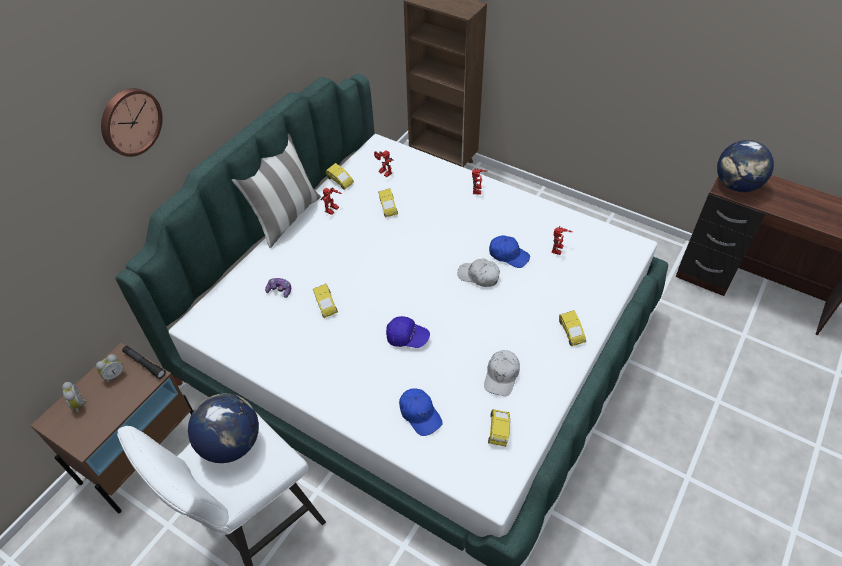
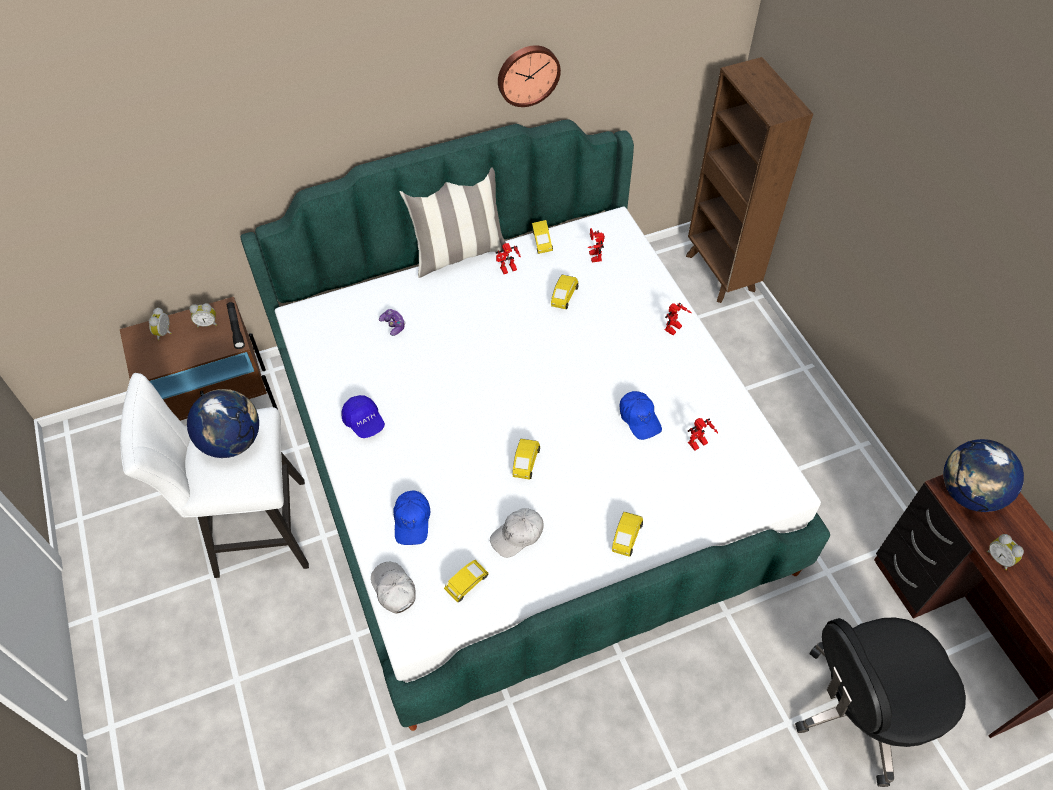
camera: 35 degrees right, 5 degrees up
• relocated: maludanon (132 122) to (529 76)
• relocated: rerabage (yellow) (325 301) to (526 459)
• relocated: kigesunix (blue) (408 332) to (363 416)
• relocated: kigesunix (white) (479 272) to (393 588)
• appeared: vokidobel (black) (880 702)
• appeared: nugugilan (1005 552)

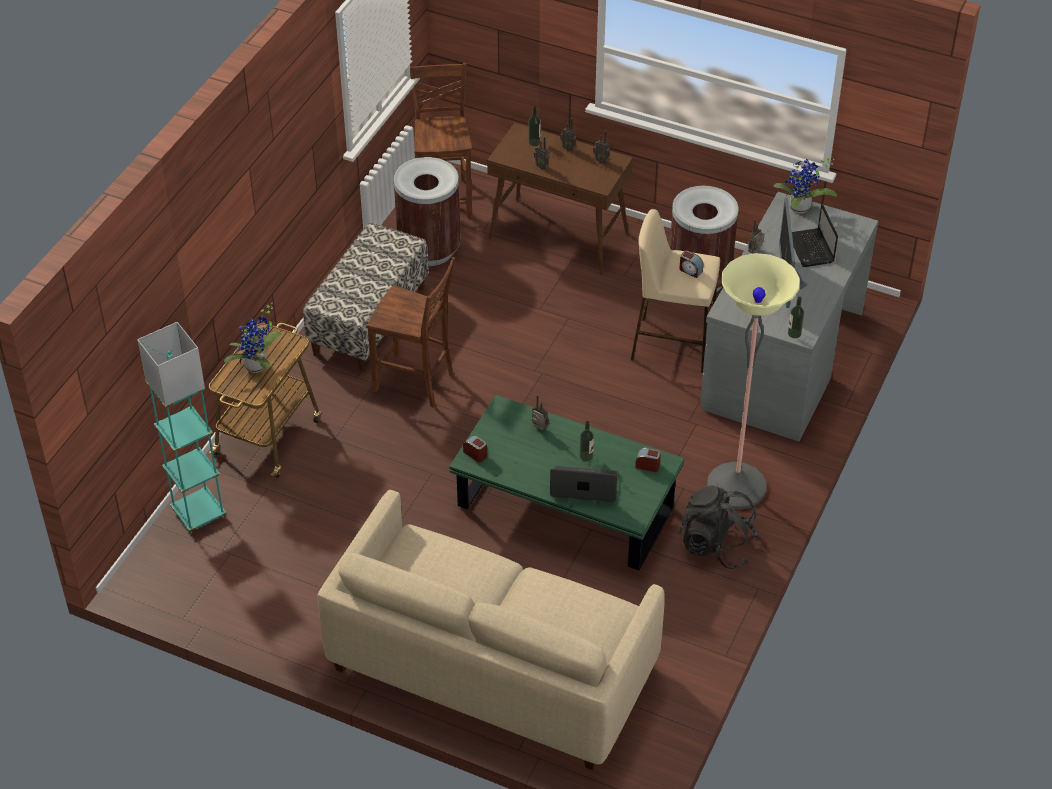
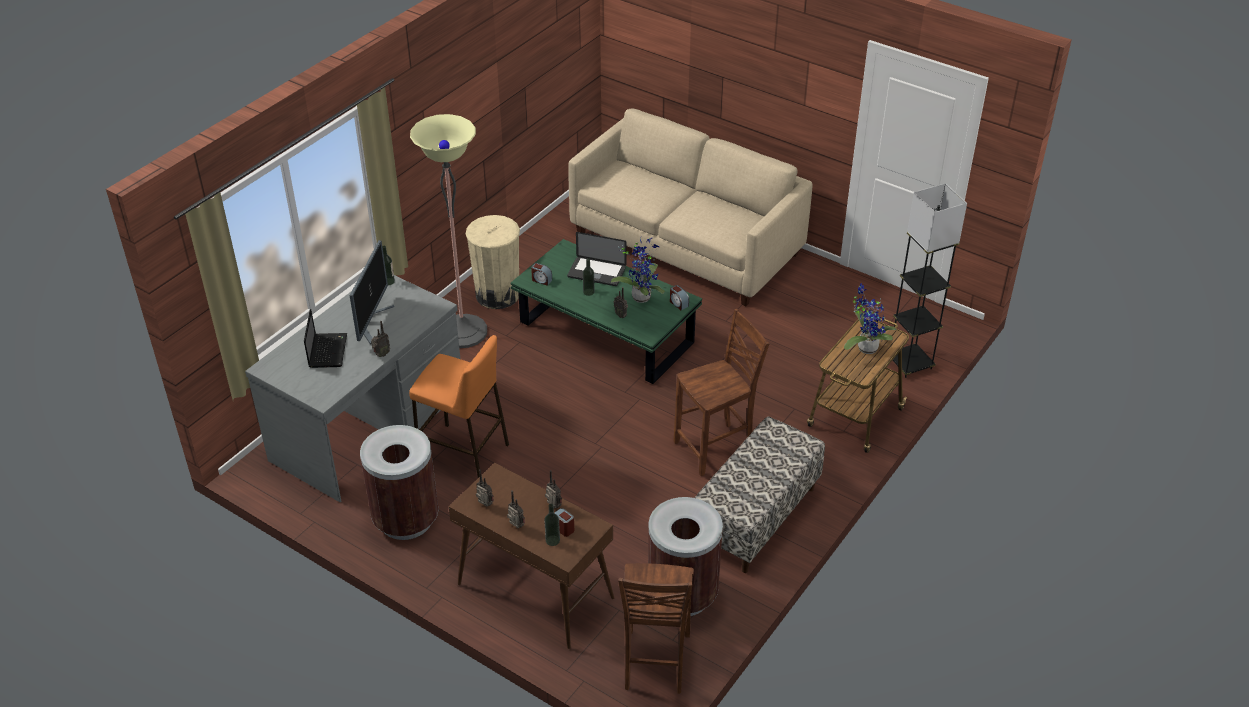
camera: 170 degrees left, 5 degrees down
• colour: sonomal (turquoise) (181 428) to sonomal (black) (930 280)
• spun: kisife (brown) (411 332) = (721 392) 120 degrees clockwise
• colour: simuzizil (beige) (675 291) to simuzizil (orange) (459 406)
• relocated: nugugilan (691 264) to (564 522)
• exchanged: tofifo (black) (719 527) to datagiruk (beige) (493 262)
• relocated: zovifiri (805 185) to (638 270)

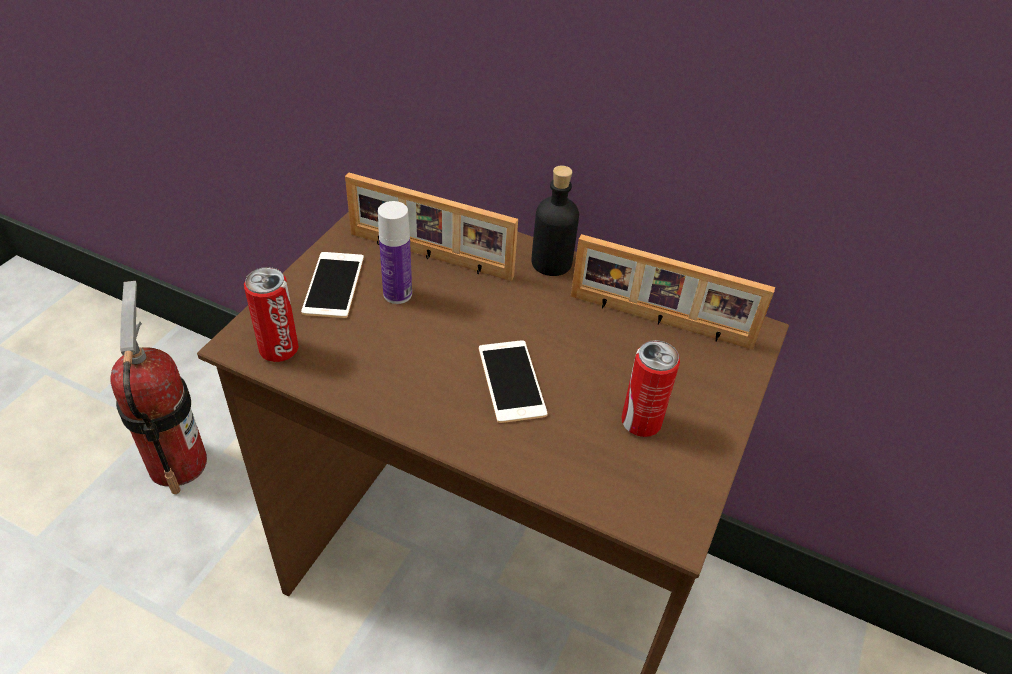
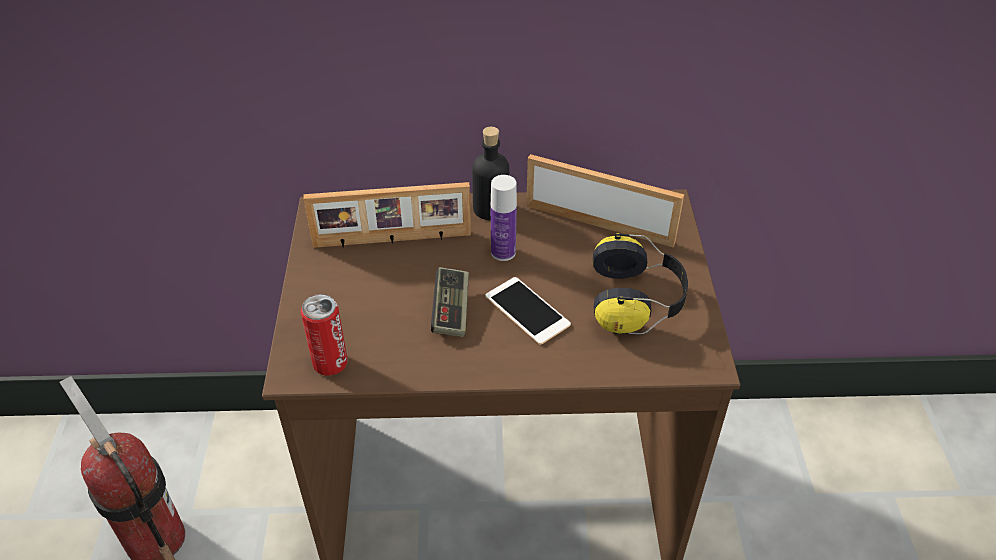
camera: 25 degrees left, 0 degrees up
• missing: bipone (332 285)
• relocated: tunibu (395 252) to (504 218)
• spun: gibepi (673 292) = (605 200) 150 degrees counterclockwise
• exchanged: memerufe (650 388) to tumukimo (640 284)
• appeared: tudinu (450 302)

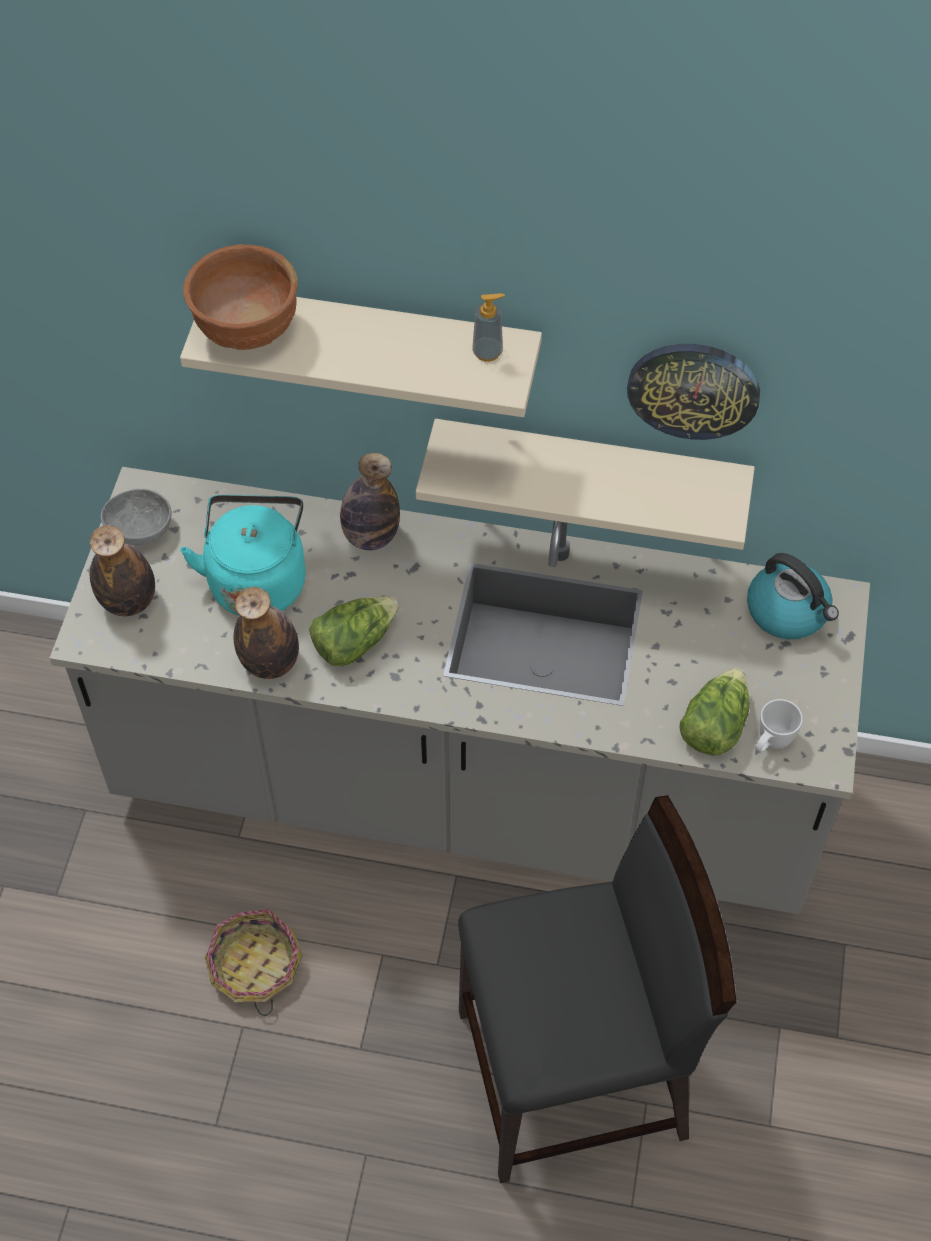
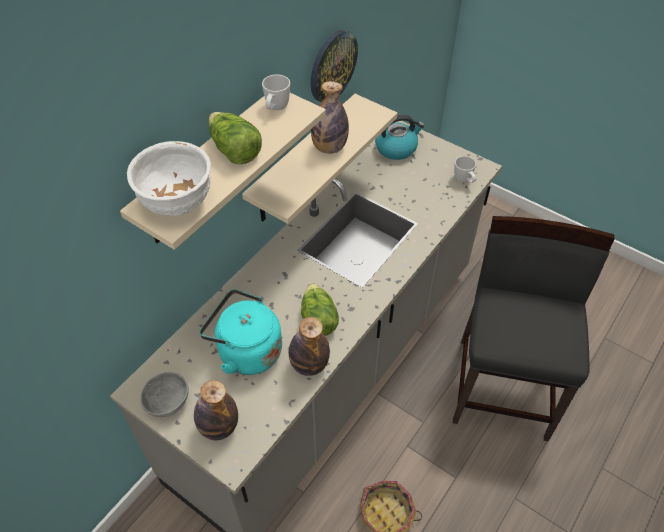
camera: 65 degrees left, 5 degrees down
• colour: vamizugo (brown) (240 297) to vamizugo (white) (169 178)
• relocated: tunibu (370 501) to (330 117)
• exchanged: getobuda (488 328) to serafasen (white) (276 92)
• relocated: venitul (714 712) to (235 138)

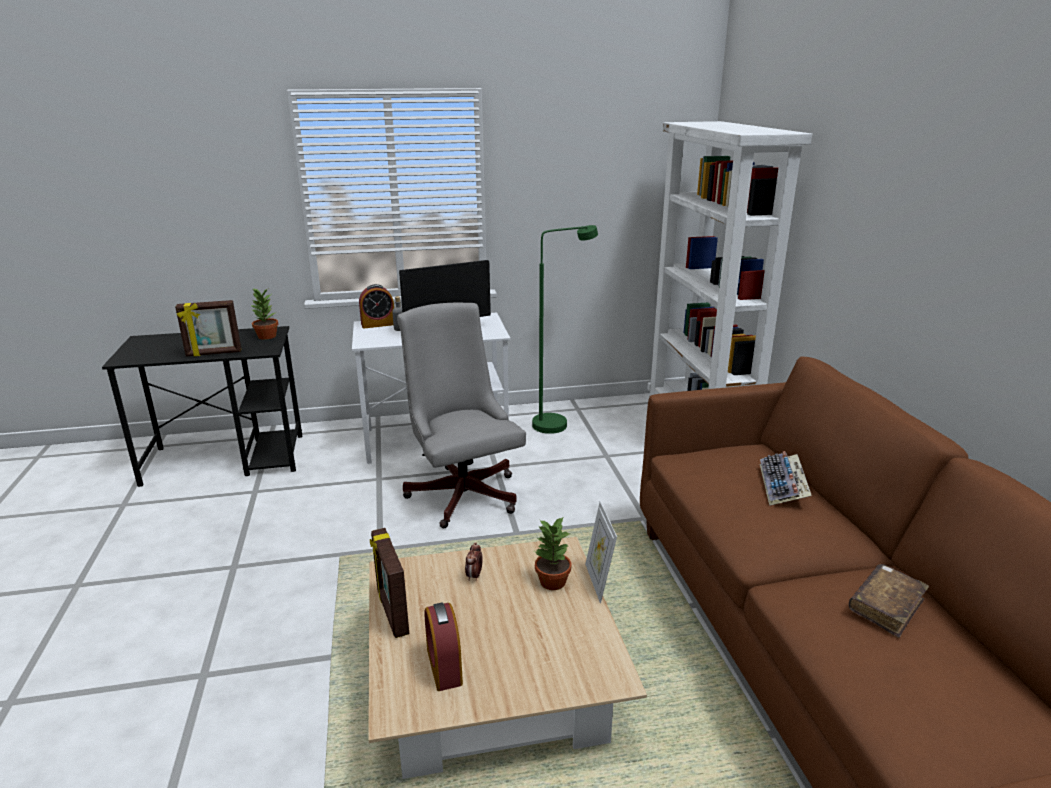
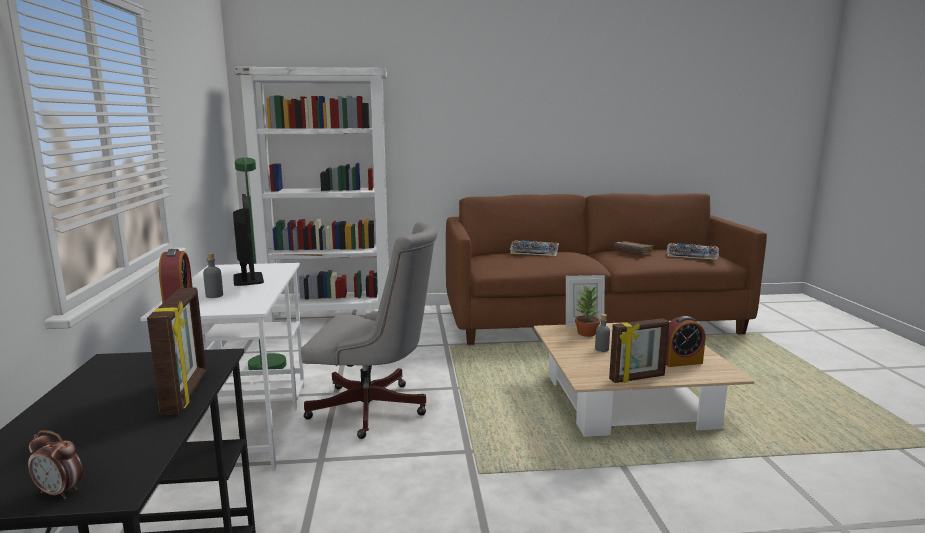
camera: 85 degrees left, 10 degrees down
• missing: zovifiri (264 314)
• spun: vokidobel (grey) (461 415) = (369 330) 150 degrees counterclockwise
• relocated: nugugilan (474 562) to (55 464)
• appeared: tunibu (grey) (602 333)
• appeared: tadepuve (693 251)

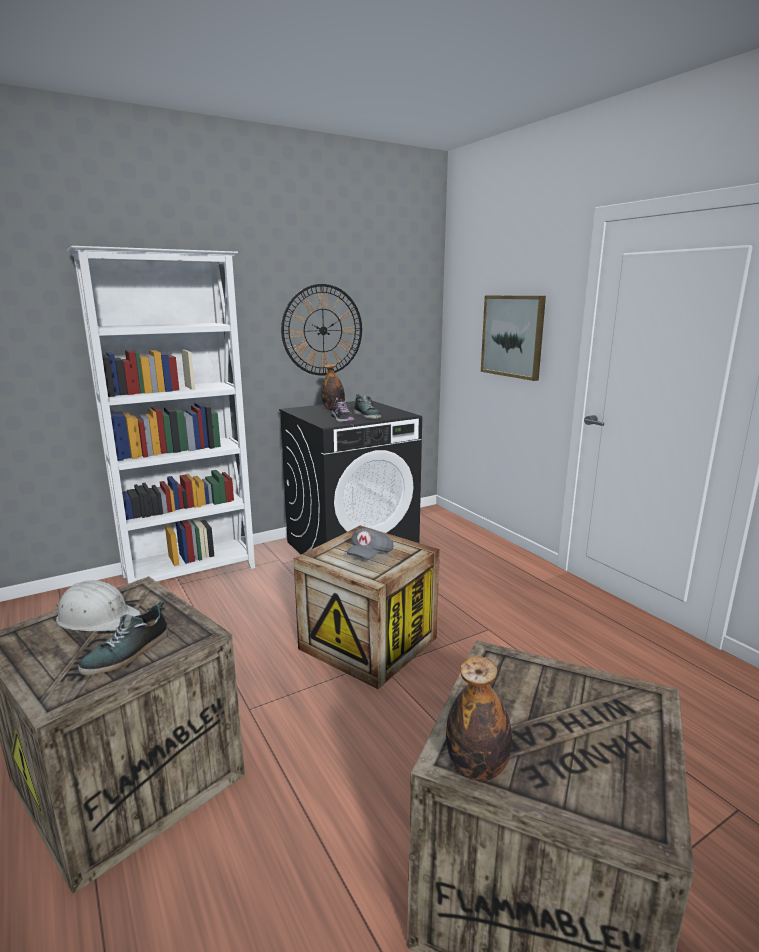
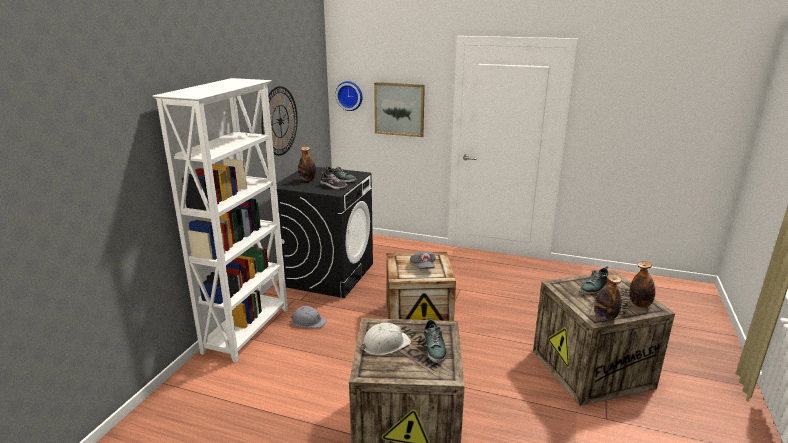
camera: 40 degrees left, 5 degrees up
• appeared: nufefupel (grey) (308 317)
• appeared: maludanon (348 96)
• appeared: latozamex (594 280)
• appeared: tunibu (642 284)

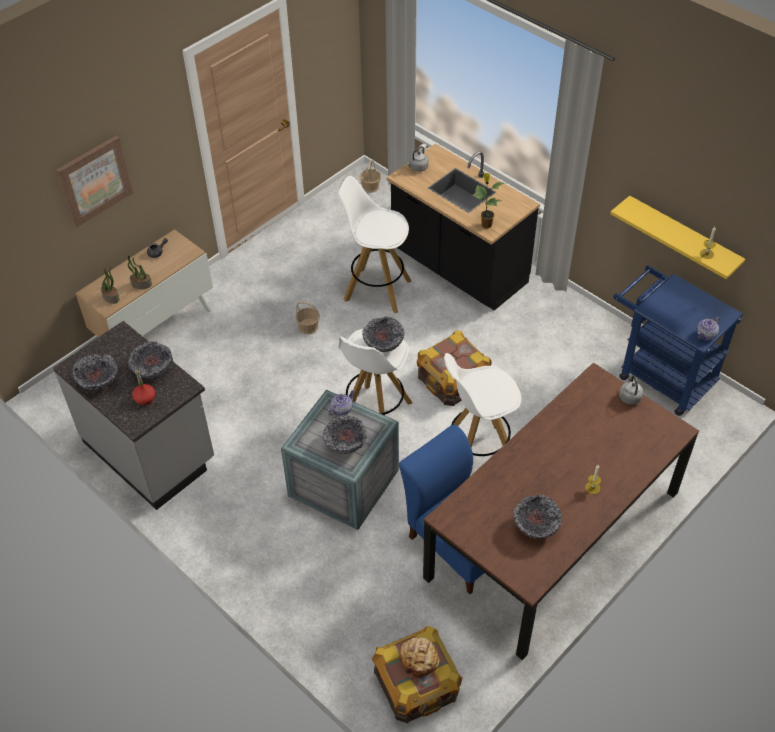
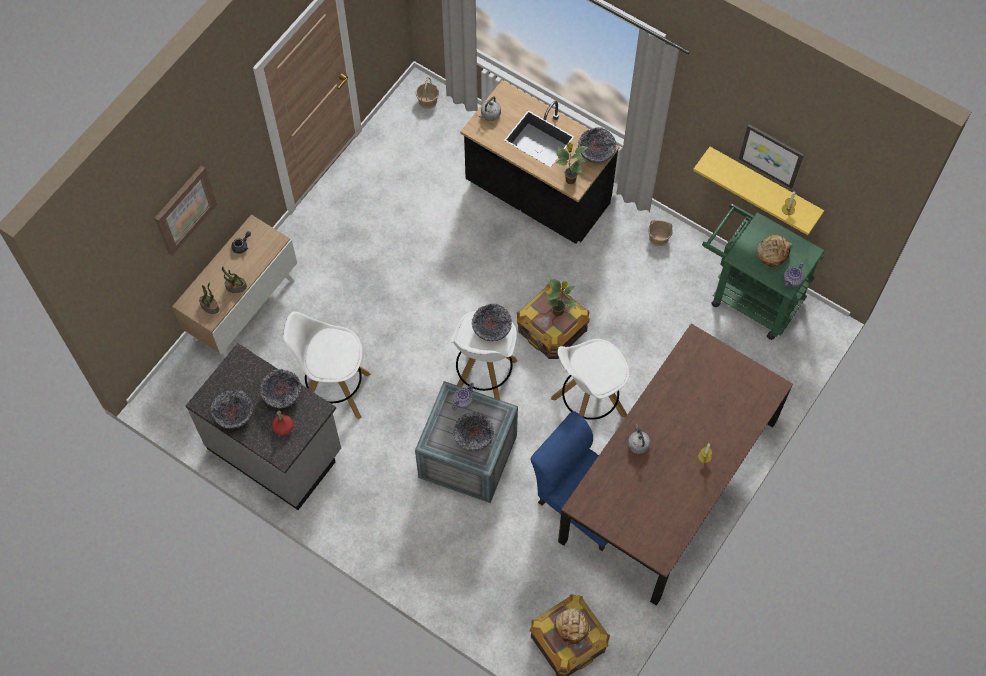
camera: 10 degrees left, 15 degrees up
• relocated: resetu (307 318) to (660 233)
• relocated: simuzizil (white) (375 244) to (327 365)
• relocated: vamizugo (538 517) to (597 145)
• colour: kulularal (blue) (678 340) to kulularal (green) (763 272)
• relocated: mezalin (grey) (631 389) to (639 439)
• appeared: zovifiri (561 297)
• appeared: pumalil (771 156)
• appeared: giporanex (774 250)

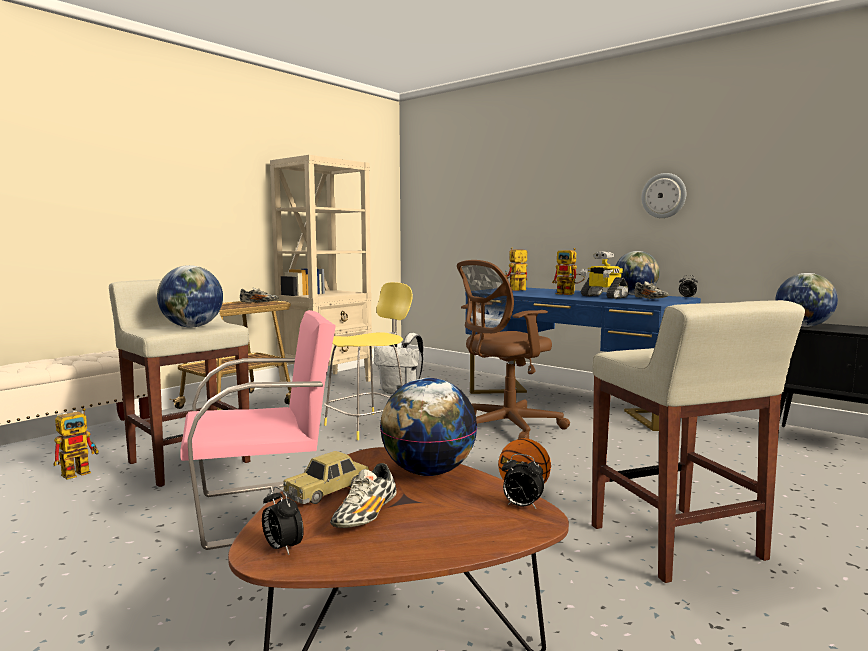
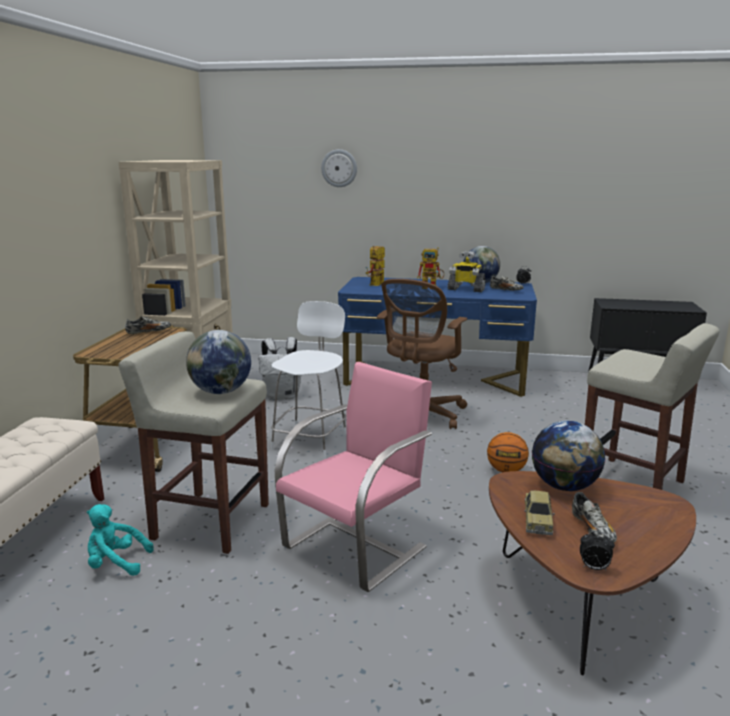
camera: 30 degrees left, 10 degrees up
• exchanged: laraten (76 444) to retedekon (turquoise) (120 540)
• colour: simuzizil (yellow) (368 361) to simuzizil (white) (309 379)
• missing: nugugilan (523 481)
• relocated: maludanon (664 195) to (339 168)
• missing: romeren (806 300)

